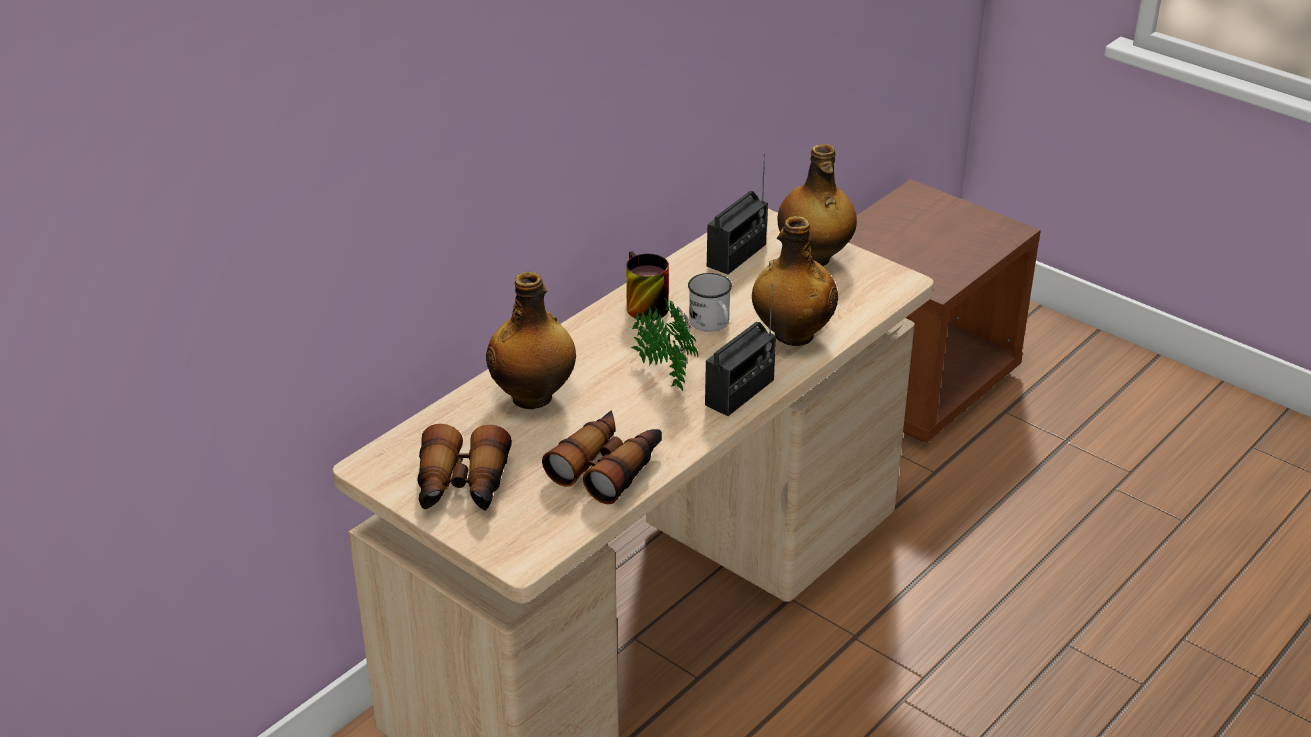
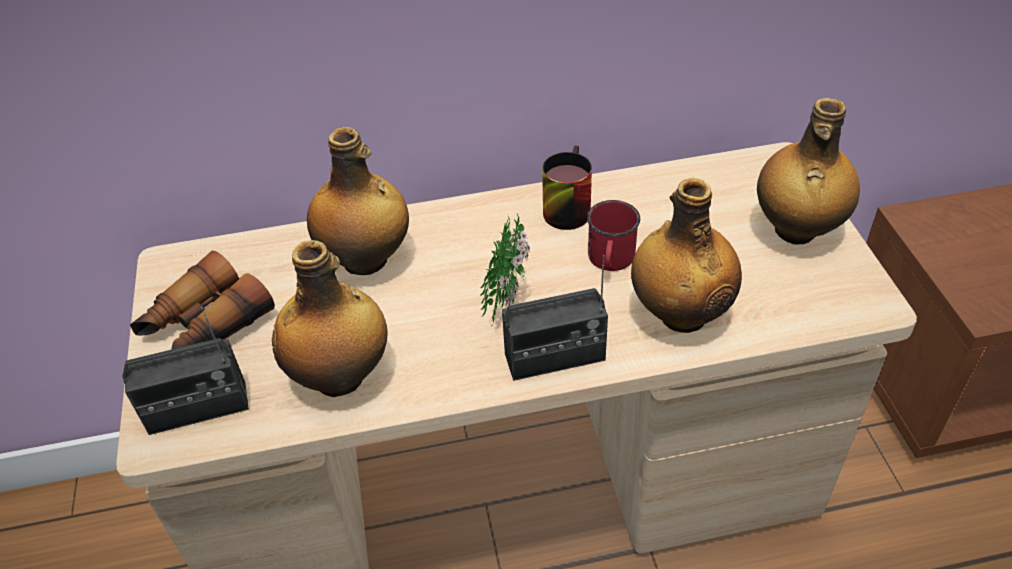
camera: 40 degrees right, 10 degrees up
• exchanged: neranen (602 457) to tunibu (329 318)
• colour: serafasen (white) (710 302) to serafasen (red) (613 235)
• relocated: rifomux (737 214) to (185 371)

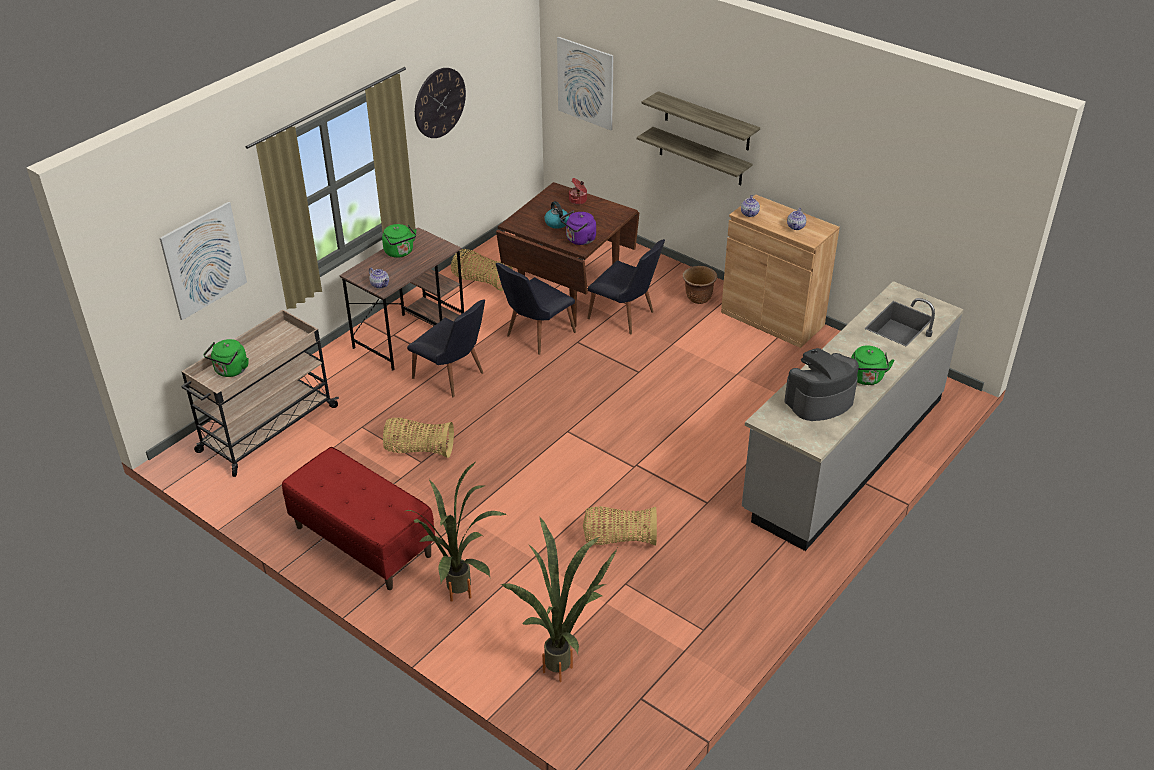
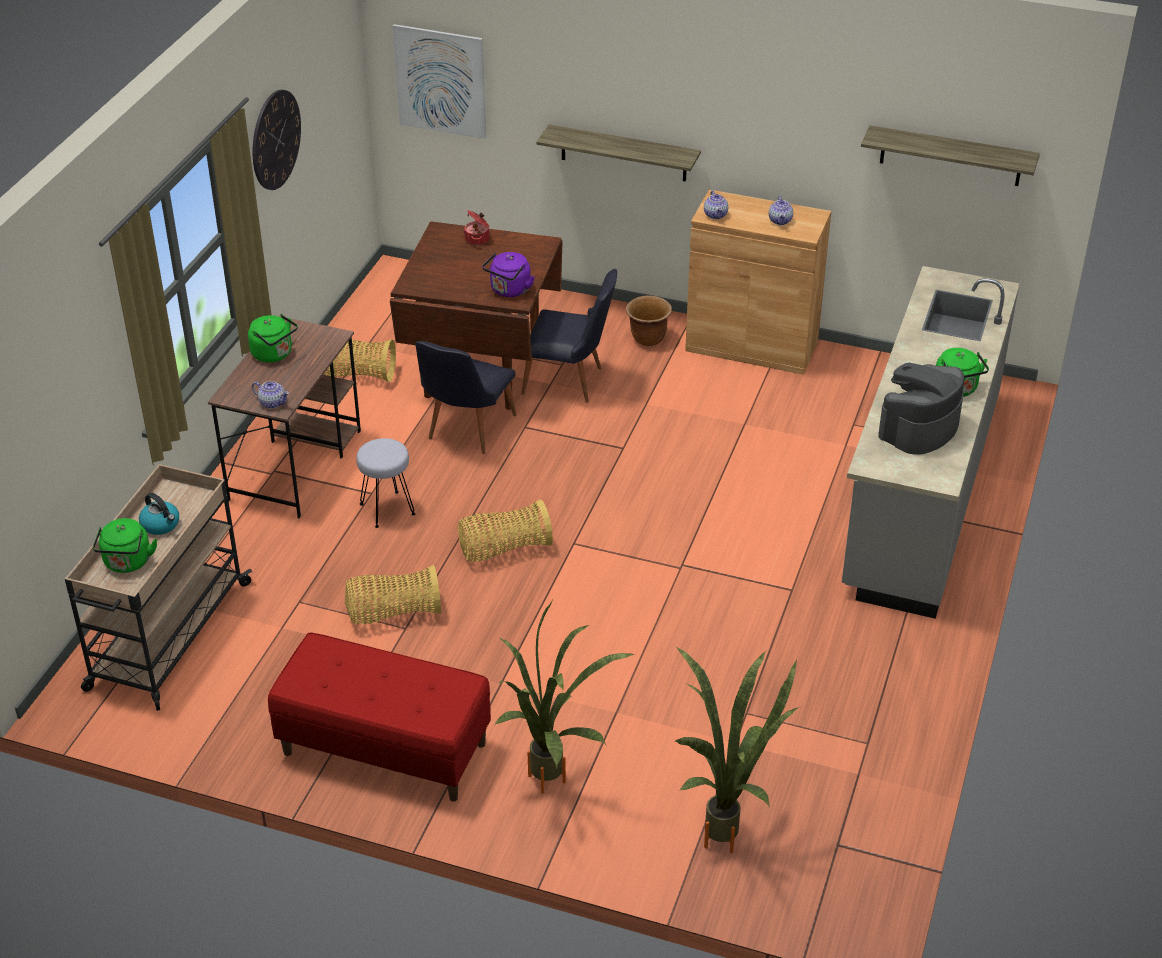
camera: 20 degrees left, 0 degrees up
• missing: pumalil (203 260)
• exchanged: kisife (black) (446 348) to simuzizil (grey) (385 483)
• relocated: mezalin (556 215) to (159 514)
• relocated: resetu (620 526) to (505 530)
• relocated: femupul (701 120) to (950 155)

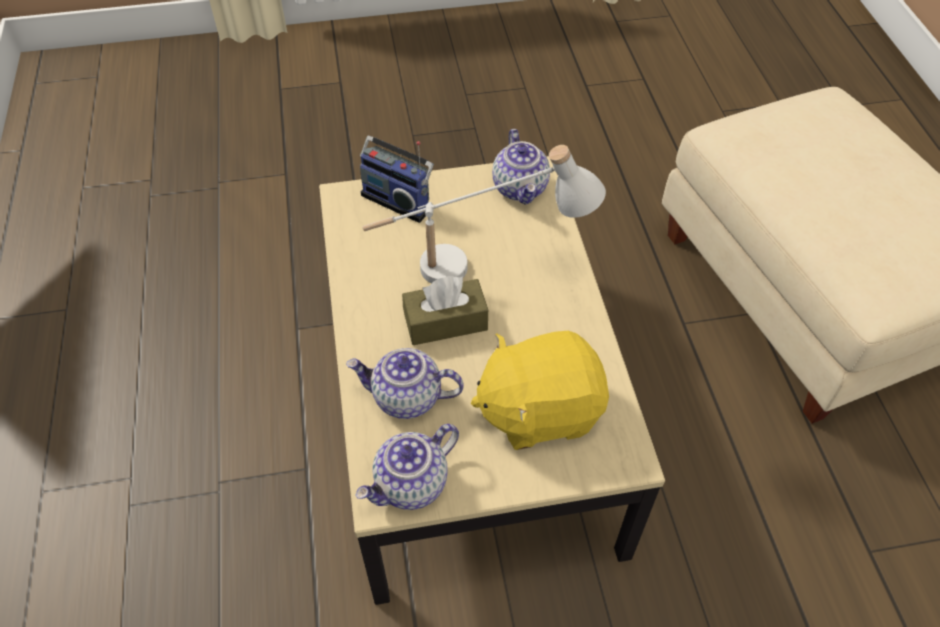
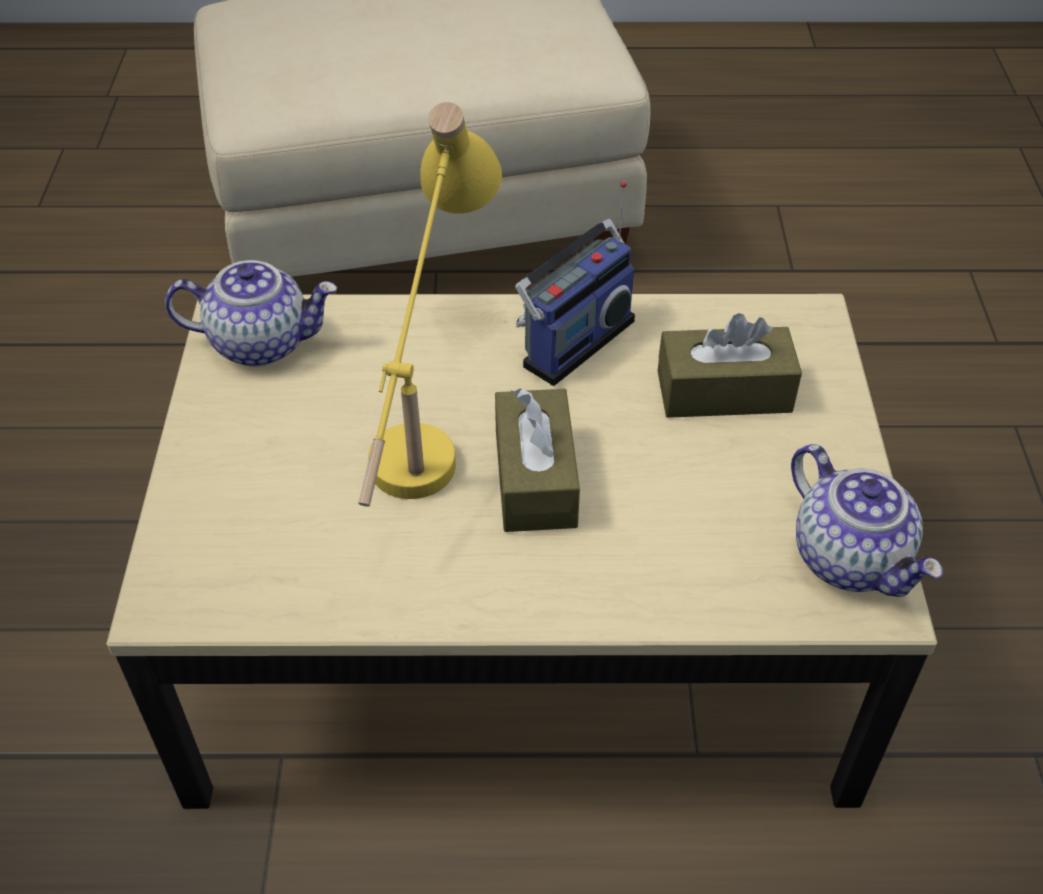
camera: 80 degrees left, 5 degrees down
• missing: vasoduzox (405 383)
• relocated: rifomux (397 179) to (575 283)
• colour: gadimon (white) (484 214) to gadimon (yellow) (430 304)
• exchanged: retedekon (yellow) (540 390) to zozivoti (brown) (730 365)

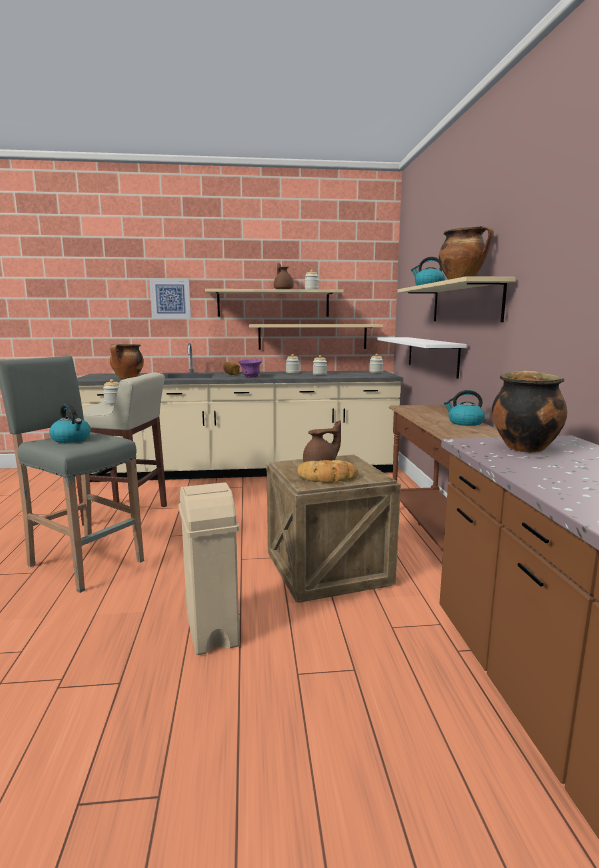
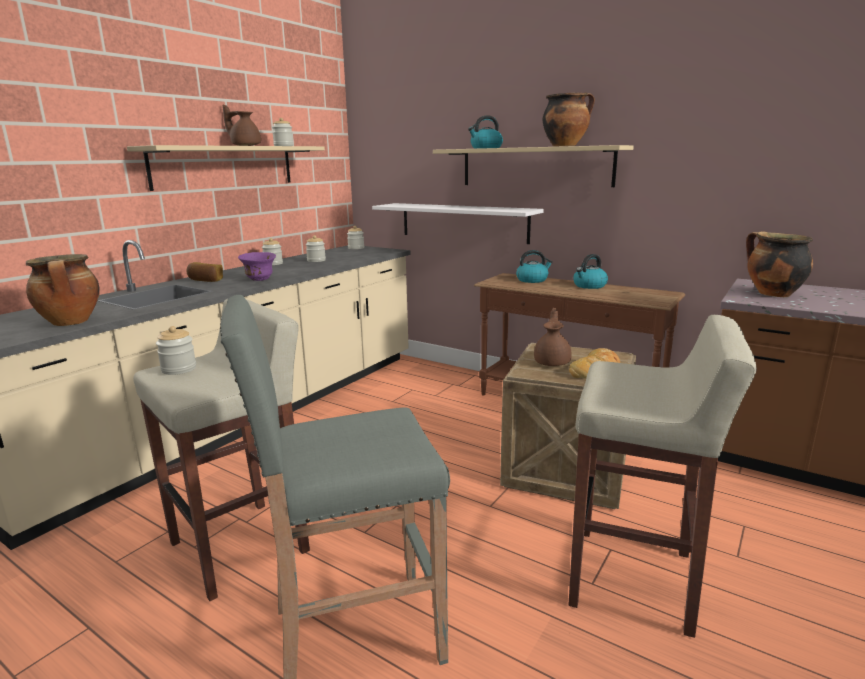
camera: 50 degrees left, 5 degrees up
• relocated: mezalin (70 423) to (534 266)
• missing: pumalil (170 299)
• exchanged: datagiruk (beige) (209 569) to simuzizil (beige) (662 476)
• missing: femupul (beige) (316 337)

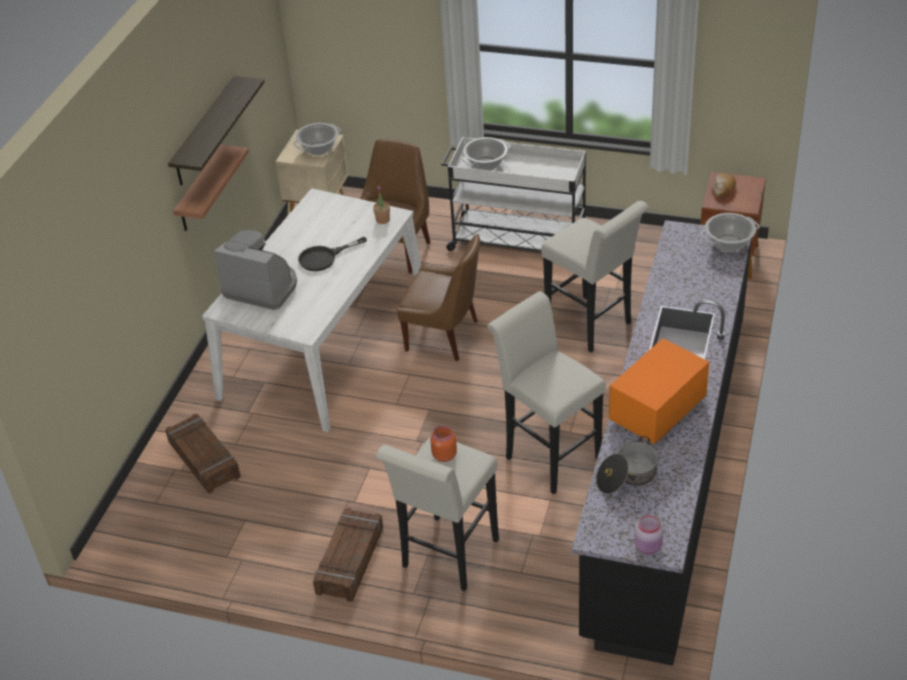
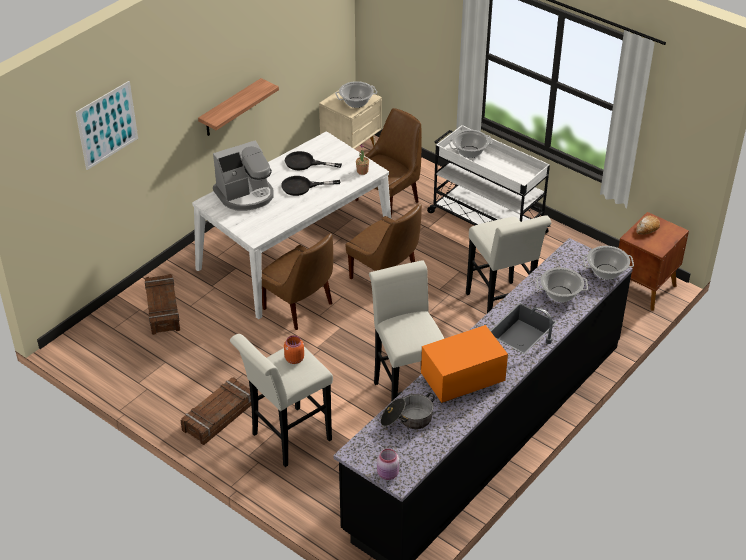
camera: 20 degrees right, 0 degrees up
• missing: femupul (216 131)
• spun: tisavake (255 270) = (243 175) 105 degrees clockwise
• appeared: pumalil (107 125)
• appeared: kisife (brown) (297 281)
• appeared: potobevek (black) (313 160)
• appeared: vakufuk (562 284)

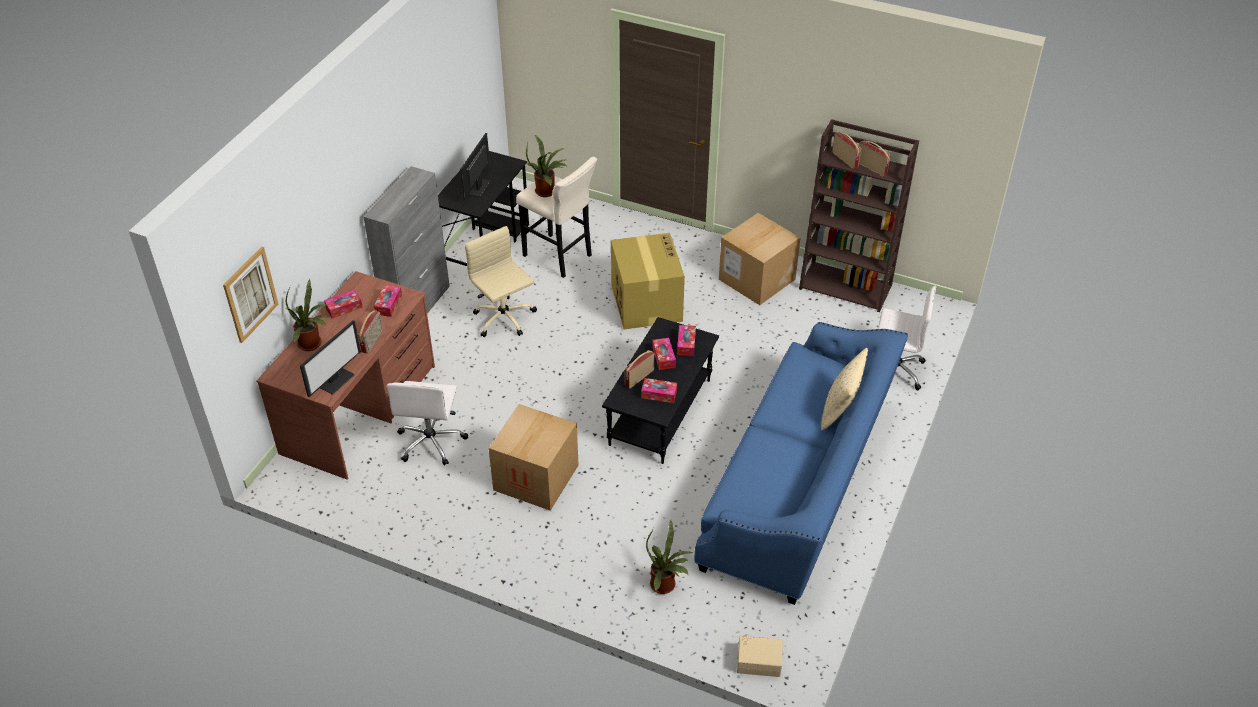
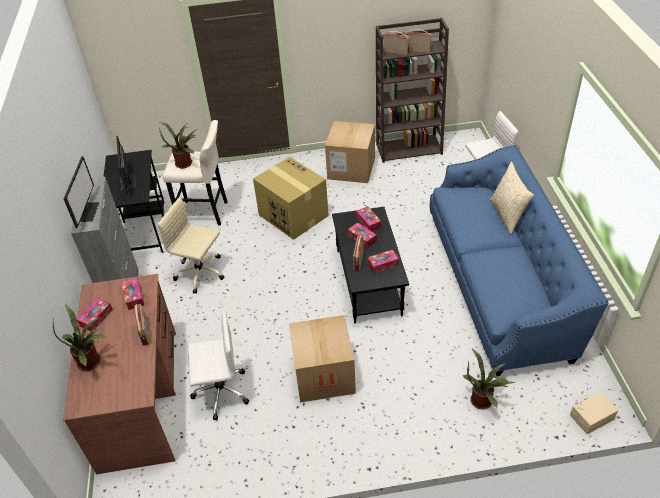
camera: 30 degrees left, 0 degrees up
• missing: pumalil (251 295)
• relocated: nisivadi (330 358) to (81 192)
• spun: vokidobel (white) (427 423) = (218 365) 75 degrees counterclockwise

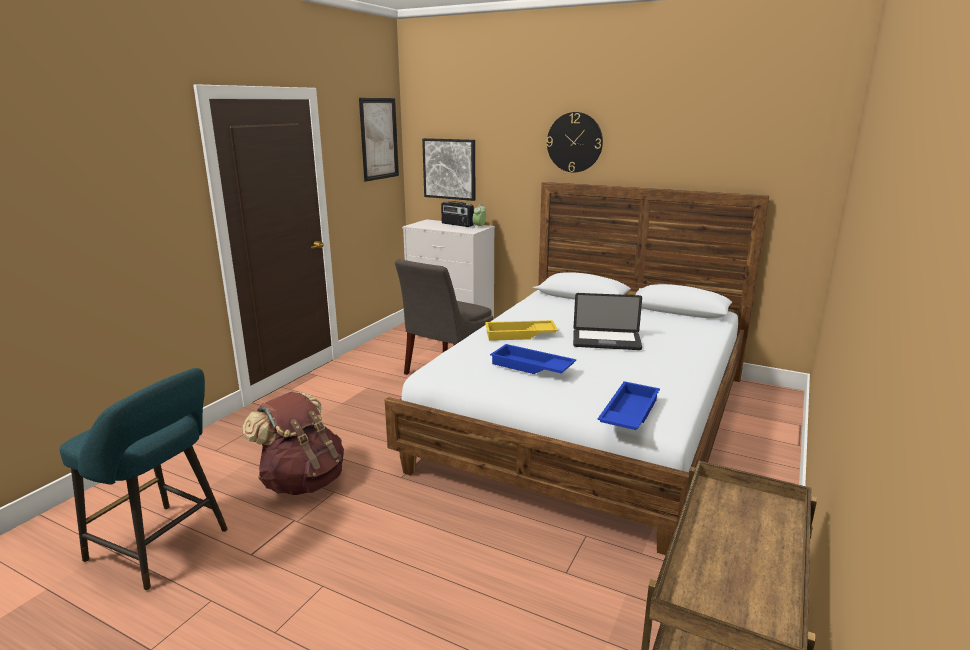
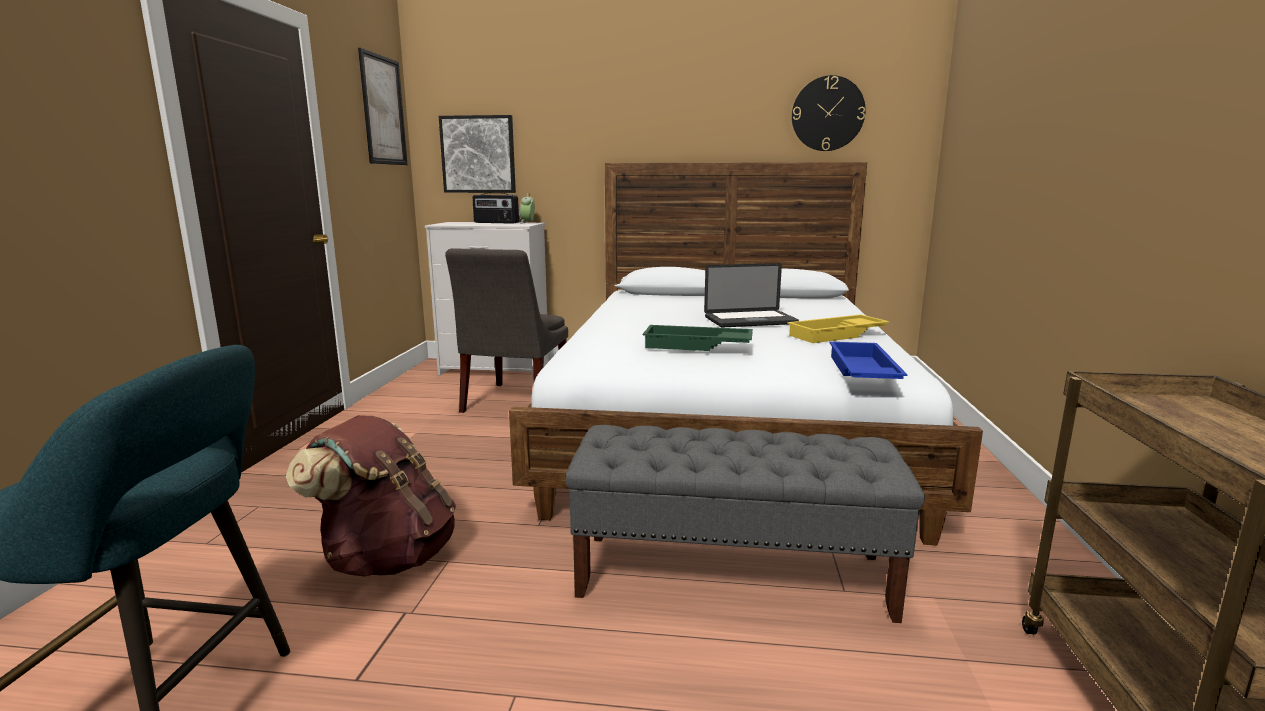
camera: 20 degrees left, 5 degrees down
• relocated: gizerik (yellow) (521 330) to (838 328)
• colour: gizerik (blue) (533 359) to gizerik (green) (698 338)
• relocated: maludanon (575 142) to (829 113)
• appeared: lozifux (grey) (745 524)

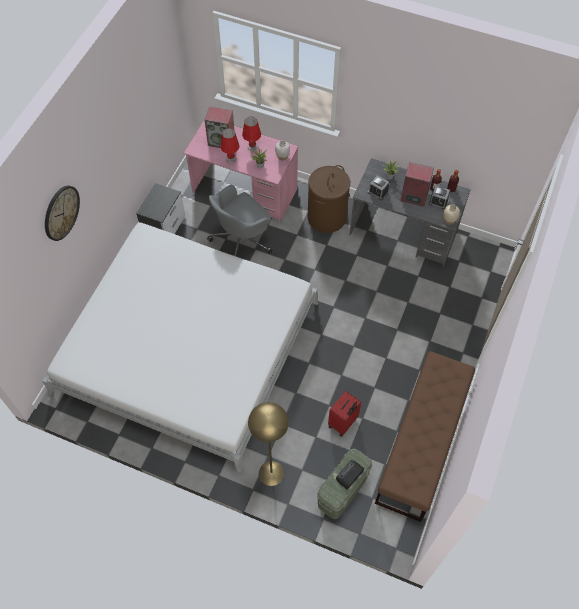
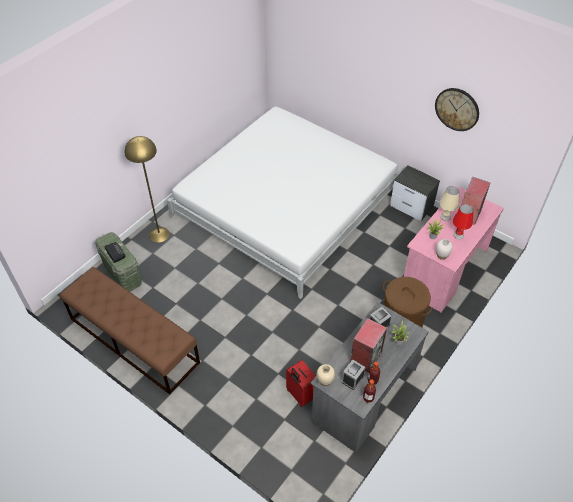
camera: 105 degrees right, 10 degrees down
• relocated: maludanon (62 213) to (457 109)
• missing: vokidobel (grey) (239 220)
• colour: gadimon (red) (229 145) to gadimon (beige) (449 203)
• relocated: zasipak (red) (344 413) to (301 383)

